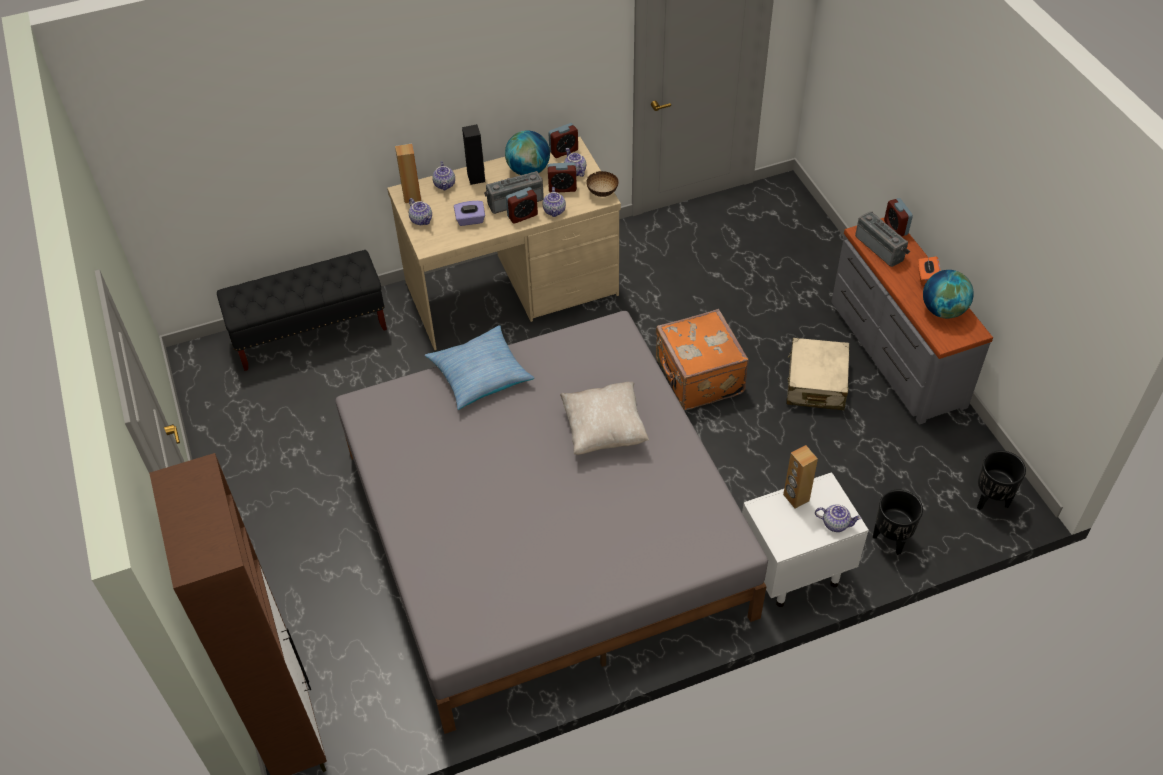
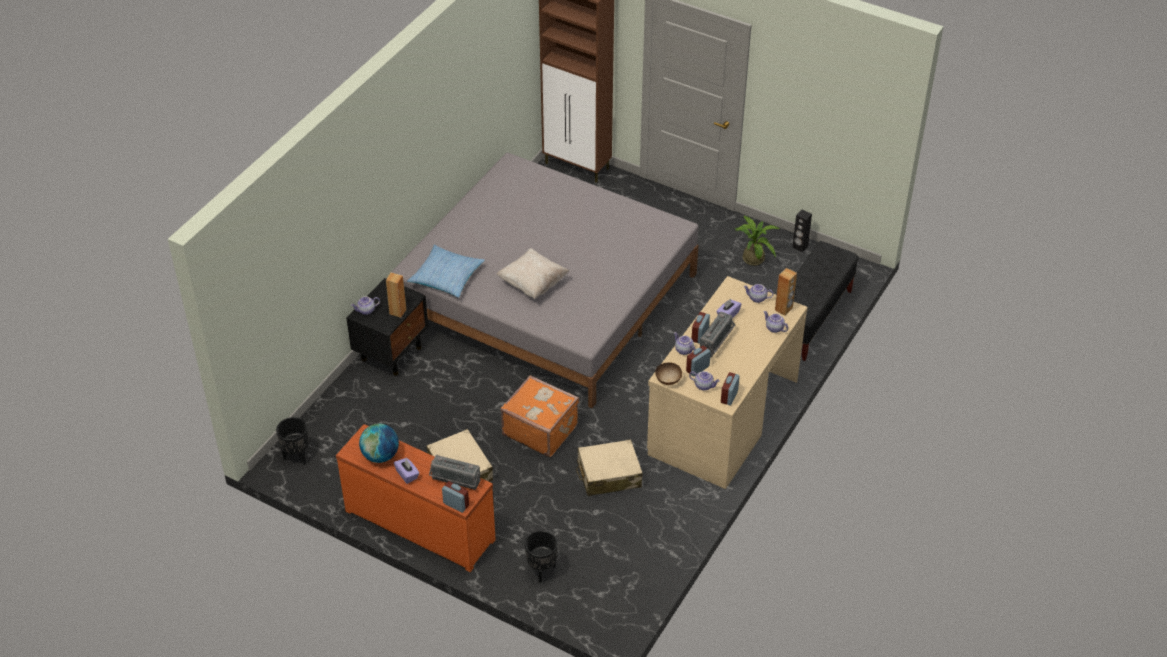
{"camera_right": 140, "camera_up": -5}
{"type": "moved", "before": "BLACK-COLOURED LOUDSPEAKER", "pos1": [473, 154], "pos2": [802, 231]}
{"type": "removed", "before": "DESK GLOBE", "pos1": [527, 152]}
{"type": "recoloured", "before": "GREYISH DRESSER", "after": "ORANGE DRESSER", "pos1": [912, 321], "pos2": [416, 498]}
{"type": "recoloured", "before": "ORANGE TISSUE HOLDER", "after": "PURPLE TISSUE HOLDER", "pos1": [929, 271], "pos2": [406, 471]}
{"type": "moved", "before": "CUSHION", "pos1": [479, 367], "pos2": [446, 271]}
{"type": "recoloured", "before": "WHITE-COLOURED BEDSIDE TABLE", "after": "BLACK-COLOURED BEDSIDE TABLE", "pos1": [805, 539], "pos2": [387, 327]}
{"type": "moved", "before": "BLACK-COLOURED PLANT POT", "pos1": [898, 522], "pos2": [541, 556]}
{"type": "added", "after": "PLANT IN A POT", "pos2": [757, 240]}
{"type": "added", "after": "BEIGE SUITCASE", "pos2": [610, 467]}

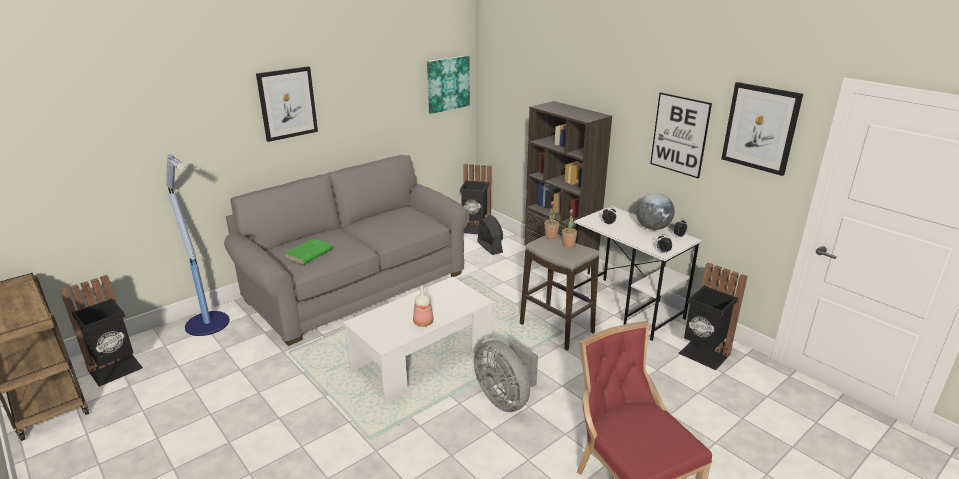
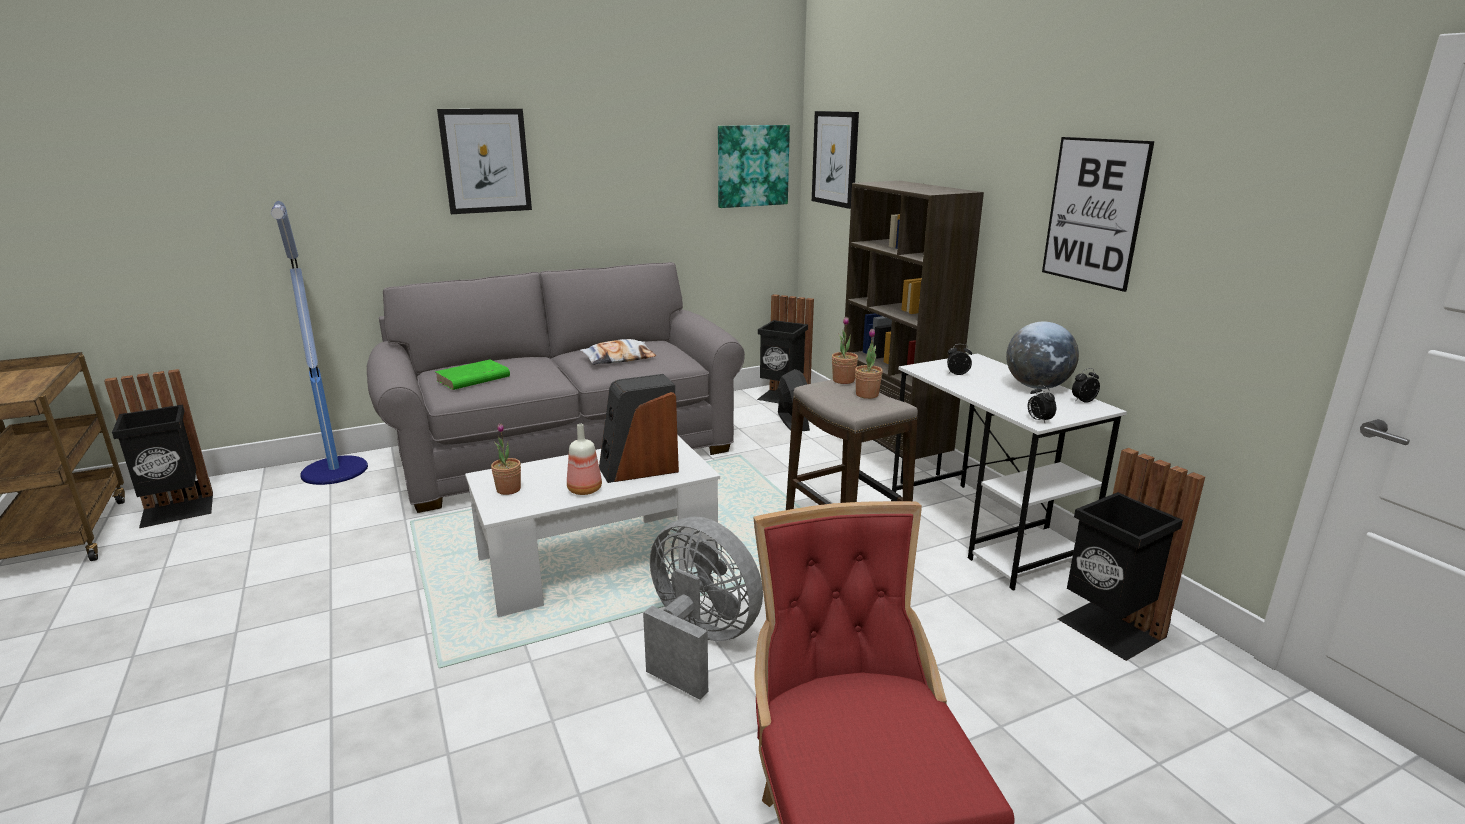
{"camera_right": 15, "camera_up": -5}
{"type": "moved", "before": "WALL PICTURE", "pos1": [762, 129], "pos2": [835, 160]}
{"type": "turned", "before": "GREYISH ELECTRIC FAN", "pos1": [505, 376], "pos2": [703, 607], "turn": 150}
{"type": "added", "after": "CUSHION", "pos2": [618, 352]}
{"type": "added", "after": "LOUDSPEAKER", "pos2": [639, 428]}
{"type": "added", "after": "PLANT IN A POT", "pos2": [506, 459]}

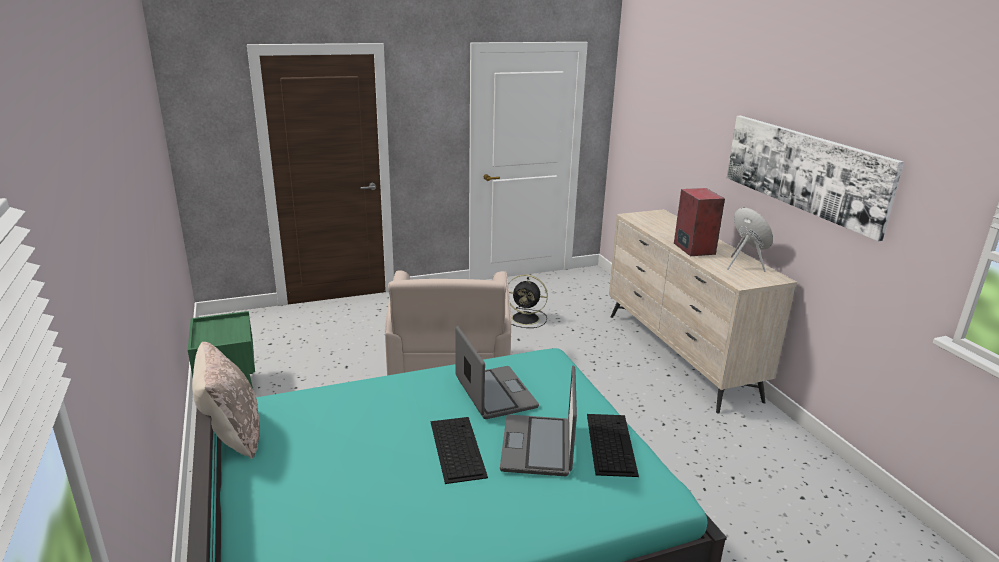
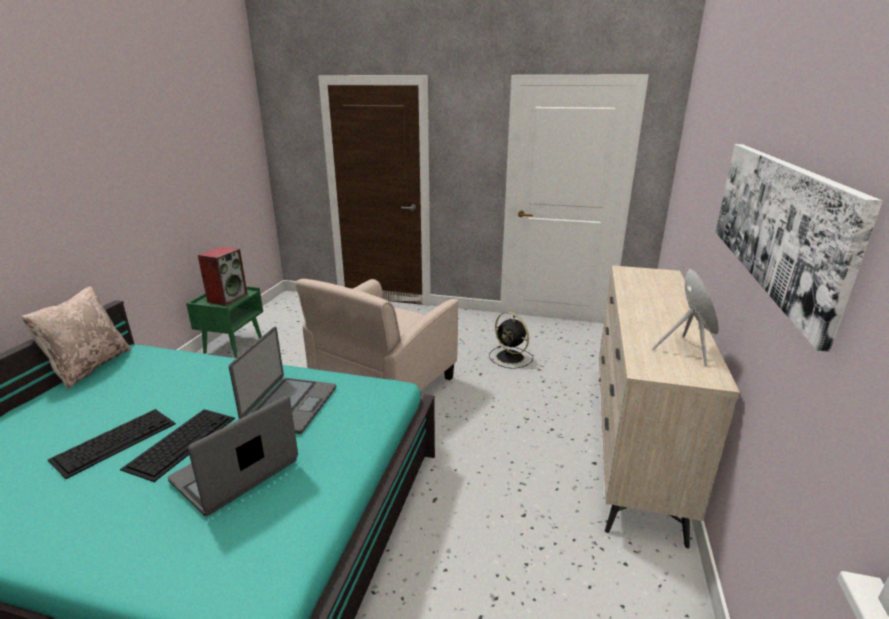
{"camera_right": 35, "camera_up": 0}
{"type": "moved", "before": "LOUDSPEAKER", "pos1": [699, 222], "pos2": [223, 276]}
{"type": "moved", "before": "COMPUTER KEYBOARD", "pos1": [613, 445], "pos2": [112, 444]}

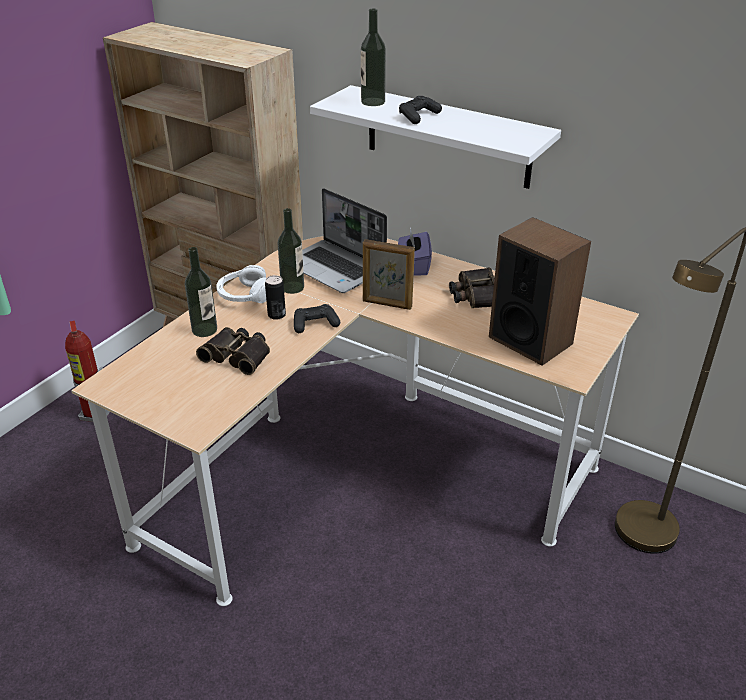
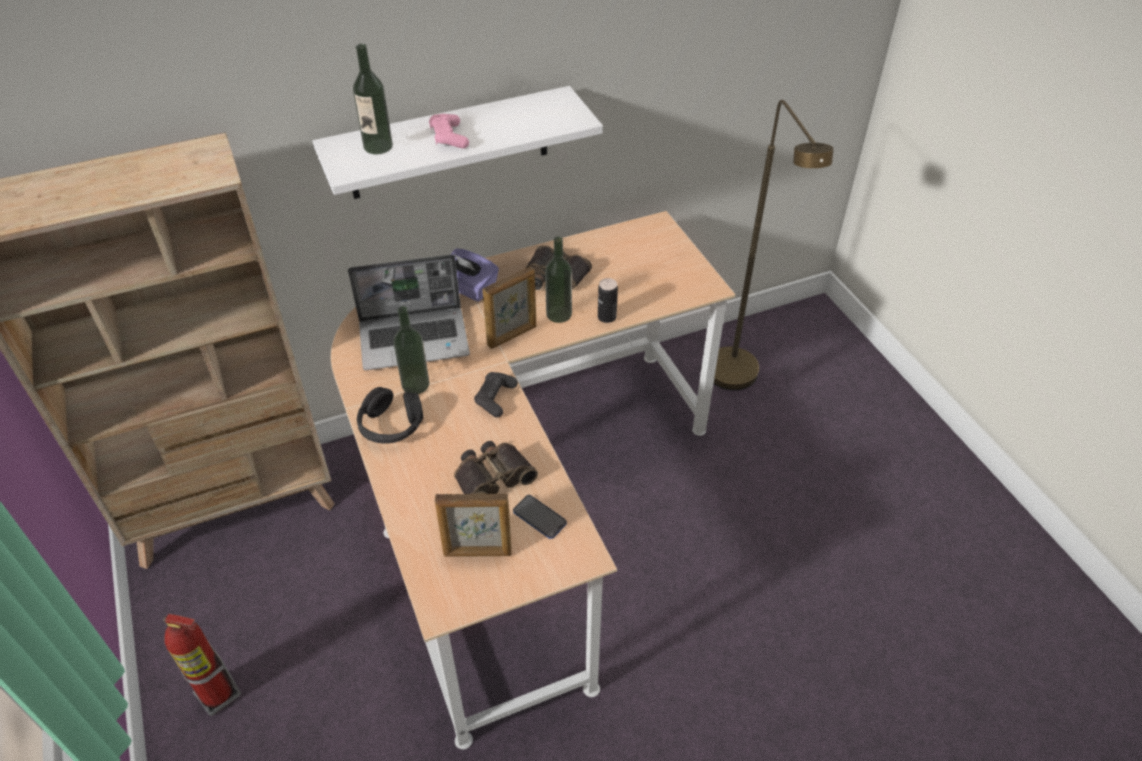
{"camera_right": -55, "camera_up": 10}
{"type": "recoloured", "before": "BLACK-COLOURED JOYPAD", "after": "PINK JOYPAD", "pos1": [420, 110], "pos2": [449, 131]}
{"type": "removed", "before": "LOUDSPEAKER", "pos1": [540, 291]}
{"type": "moved", "before": "BEVERAGE BOTTLE", "pos1": [201, 292], "pos2": [558, 280]}
{"type": "recoloured", "before": "WHITE-COLOURED HEADSET", "after": "BLACK-COLOURED HEADSET", "pos1": [241, 284], "pos2": [390, 415]}
{"type": "moved", "before": "CAN", "pos1": [275, 297], "pos2": [608, 300]}
{"type": "added", "after": "STANDING FRAME", "pos2": [473, 525]}
{"type": "added", "after": "TELEPHONE", "pos2": [540, 517]}

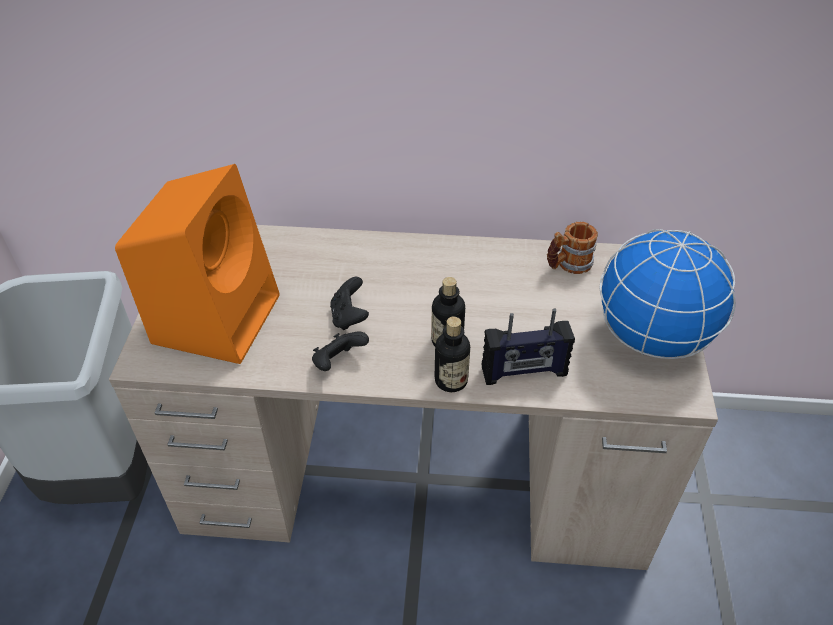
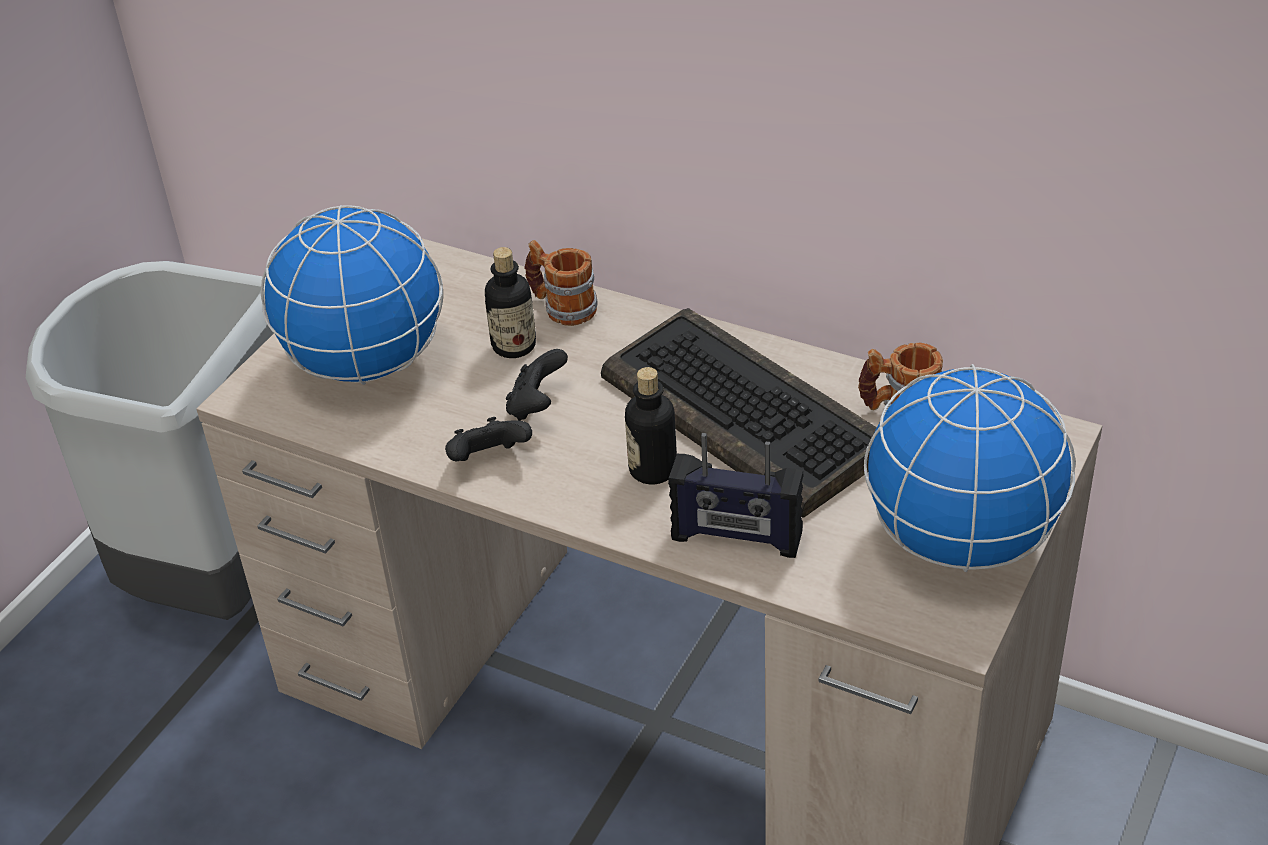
{"camera_right": 25, "camera_up": -5}
{"type": "replaced", "before": "ORANGE LOUDSPEAKER", "after": "DESK GLOBE", "pos1": [197, 264], "pos2": [352, 295]}
{"type": "moved", "before": "BEVERAGE BOTTLE", "pos1": [452, 354], "pos2": [510, 302]}
{"type": "added", "after": "TEA MUG", "pos2": [560, 283]}
{"type": "added", "after": "COMPUTER KEYBOARD", "pos2": [739, 413]}

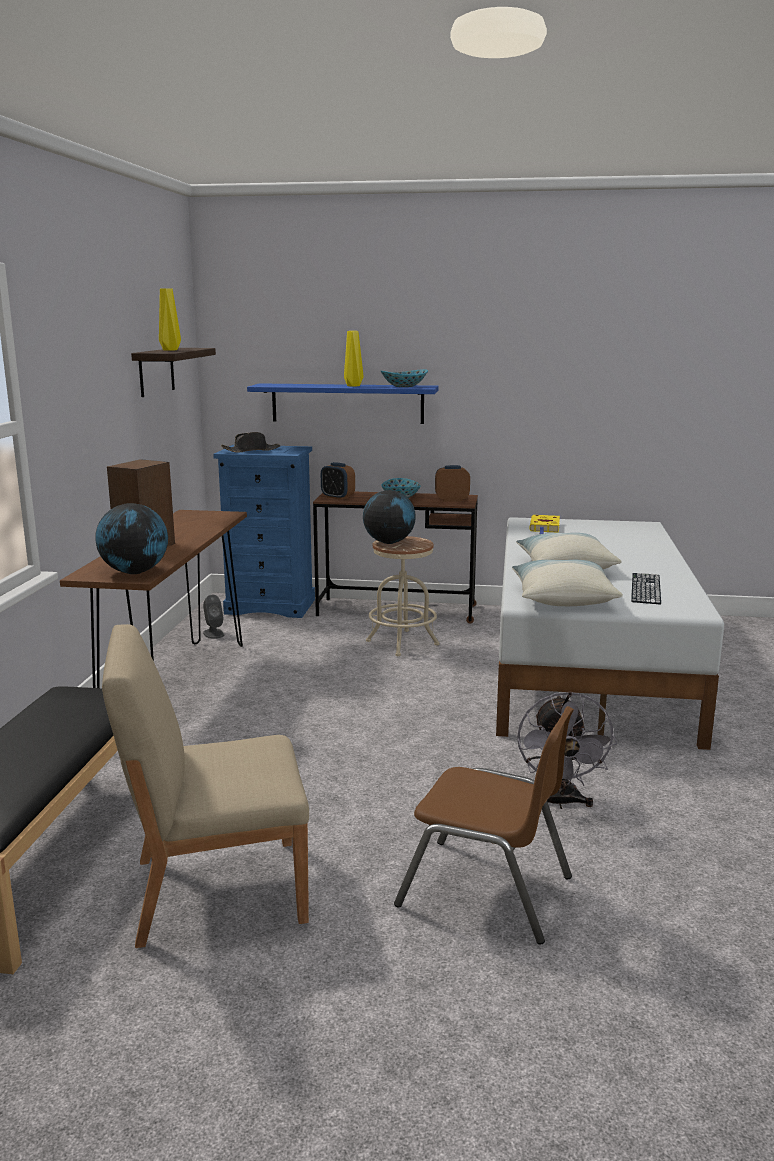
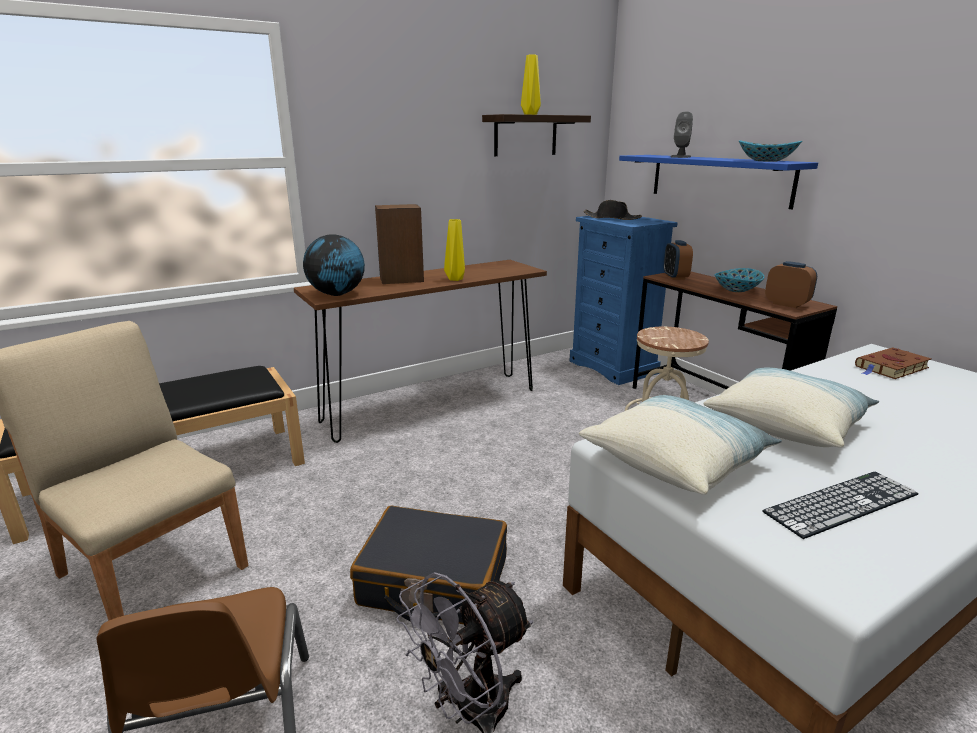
{"camera_right": 50, "camera_up": 5}
{"type": "moved", "before": "YELLOW FLOWER VASE", "pos1": [353, 359], "pos2": [454, 250]}
{"type": "removed", "before": "DESK GLOBE", "pos1": [389, 517]}
{"type": "recoloured", "before": "YELLOW VOLUME", "after": "BROWNISH VOLUME", "pos1": [544, 524], "pos2": [893, 363]}
{"type": "moved", "before": "GREYISH LOUDSPEAKER", "pos1": [213, 617], "pos2": [682, 134]}
{"type": "added", "after": "BLACK-COLOURED SUITCASE", "pos2": [428, 564]}

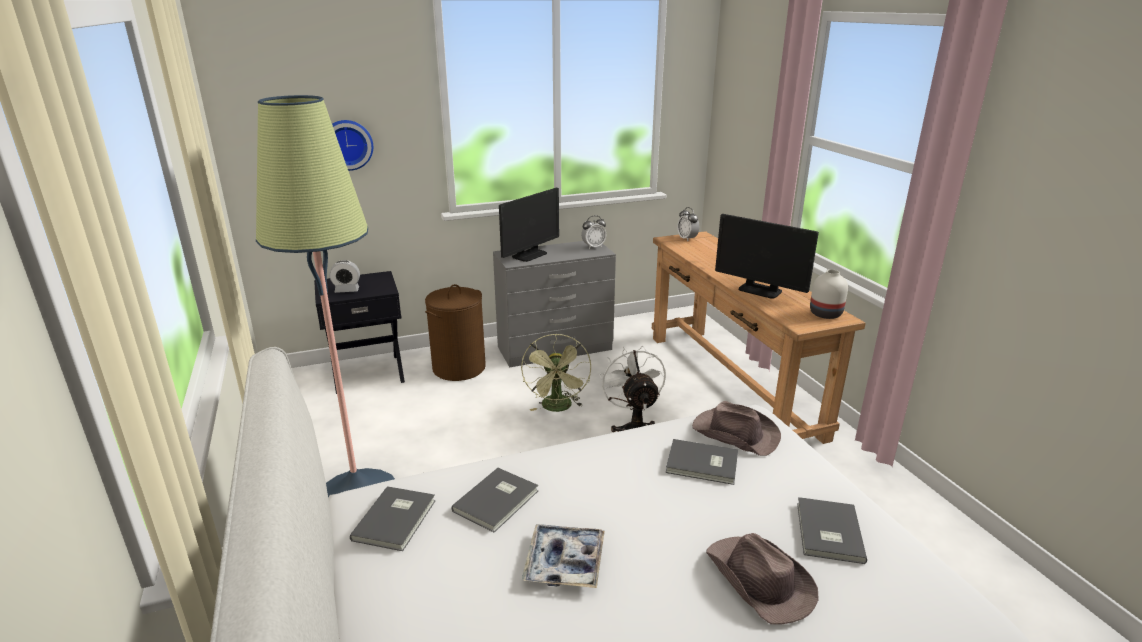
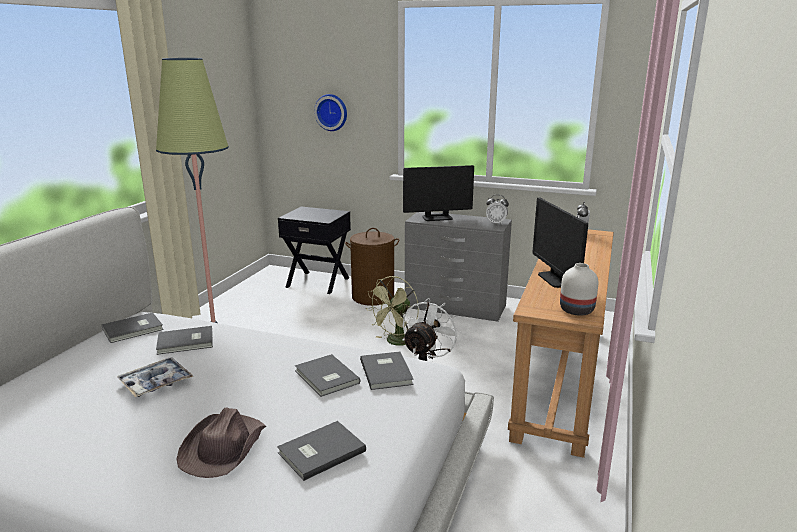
{"camera_right": 40, "camera_up": -5}
{"type": "removed", "before": "ALARM CLOCK", "pos1": [345, 276]}
{"type": "replaced", "before": "BROWNISH HAT", "after": "GREYISH VOLUME", "pos1": [736, 428], "pos2": [387, 370]}

